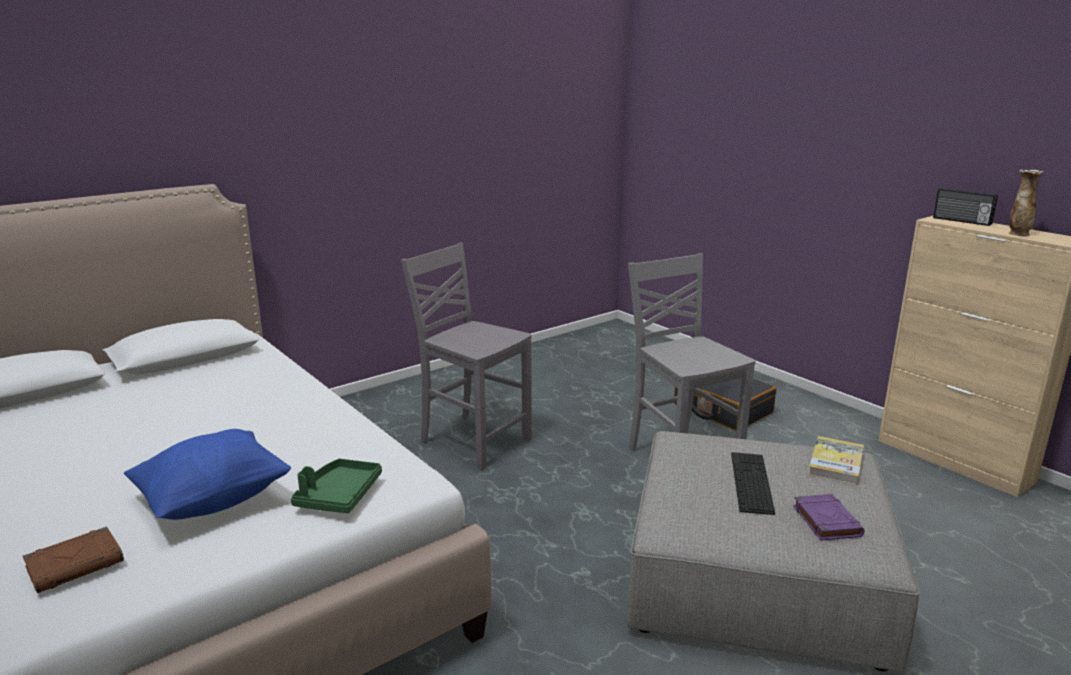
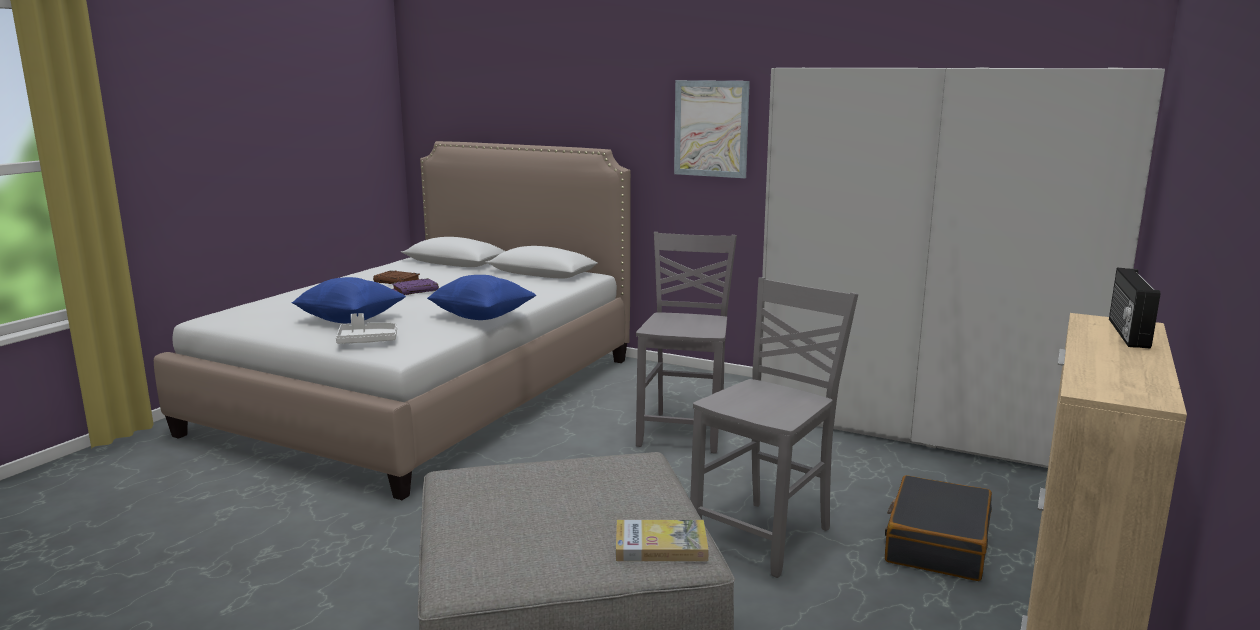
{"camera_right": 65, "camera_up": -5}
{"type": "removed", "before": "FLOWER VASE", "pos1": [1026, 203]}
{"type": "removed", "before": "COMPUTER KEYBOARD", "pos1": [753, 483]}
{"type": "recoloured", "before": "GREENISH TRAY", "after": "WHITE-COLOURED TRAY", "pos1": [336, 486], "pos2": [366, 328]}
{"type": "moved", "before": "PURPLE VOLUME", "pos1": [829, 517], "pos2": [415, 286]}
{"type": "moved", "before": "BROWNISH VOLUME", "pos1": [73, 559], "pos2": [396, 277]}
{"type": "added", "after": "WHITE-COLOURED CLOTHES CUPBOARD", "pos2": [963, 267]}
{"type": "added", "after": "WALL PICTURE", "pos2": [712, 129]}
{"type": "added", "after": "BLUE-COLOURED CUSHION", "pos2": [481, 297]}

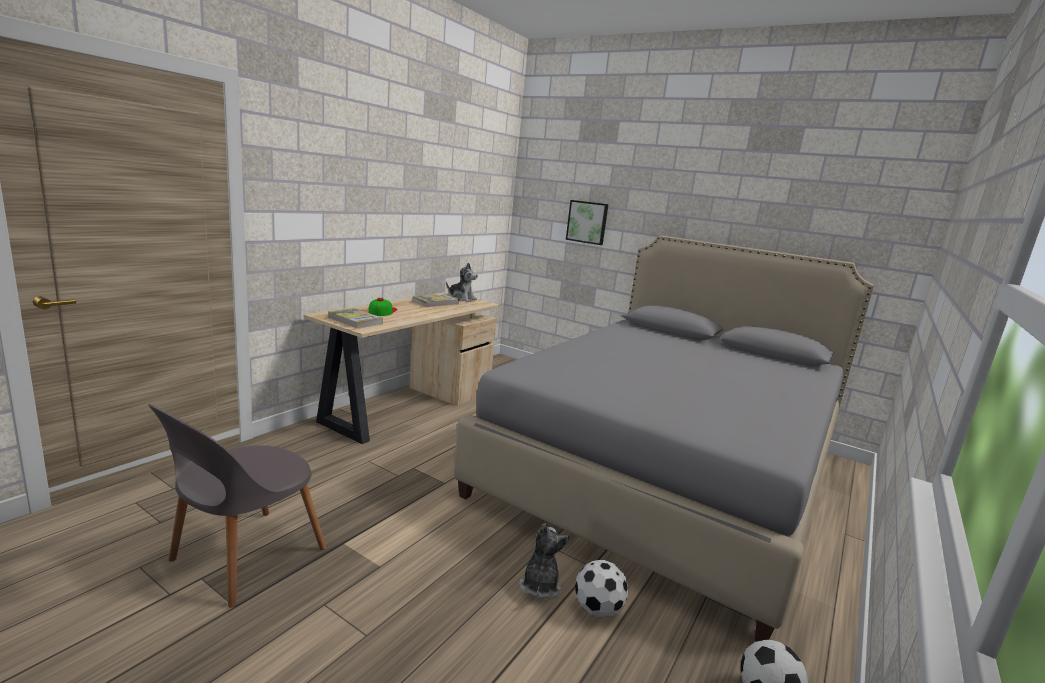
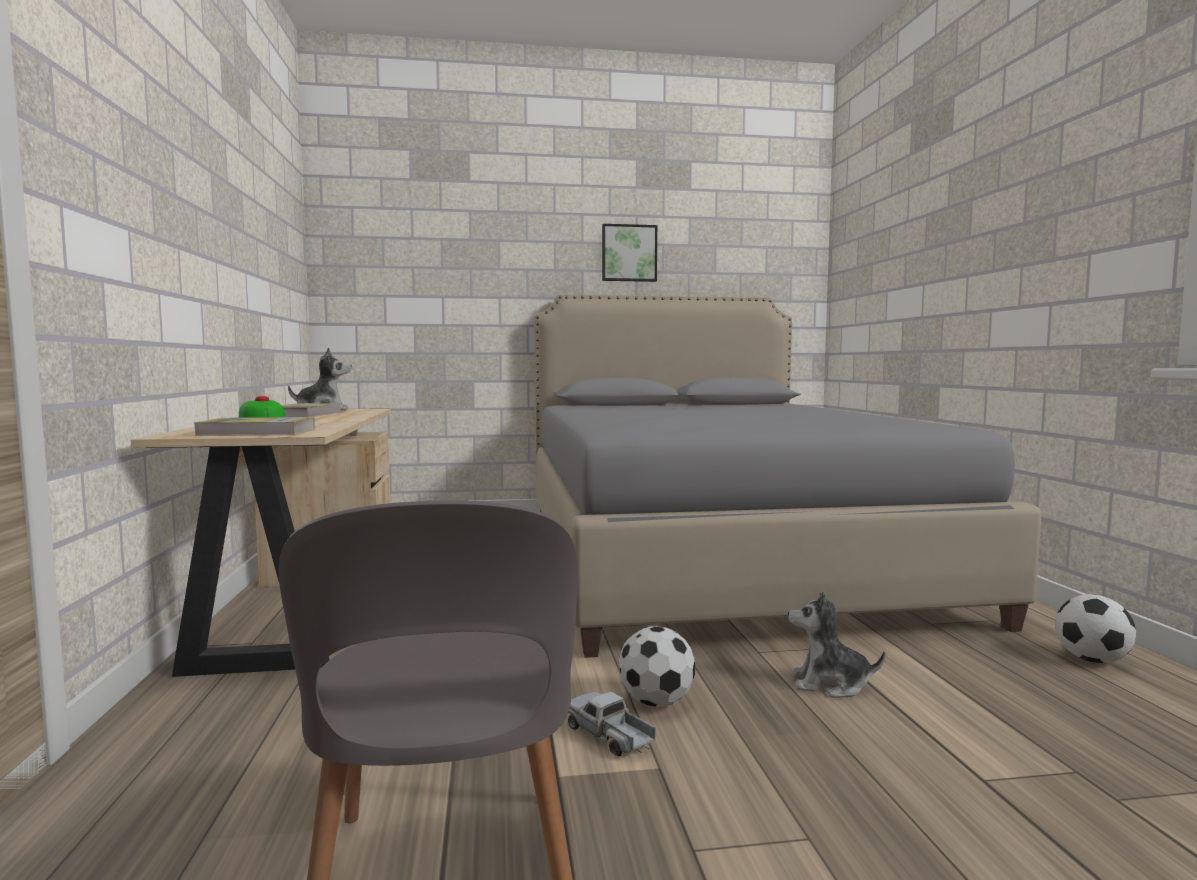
{"camera_right": -40, "camera_up": -10}
{"type": "moved", "before": "WALL PICTURE", "pos1": [587, 222], "pos2": [629, 253]}
{"type": "turned", "before": "PLUSH TOY", "pos1": [544, 562], "pos2": [836, 644], "turn": -45}
{"type": "moved", "before": "BALL FOR FOOTBALL", "pos1": [602, 588], "pos2": [657, 666]}
{"type": "added", "after": "TOY LORRY", "pos2": [612, 724]}

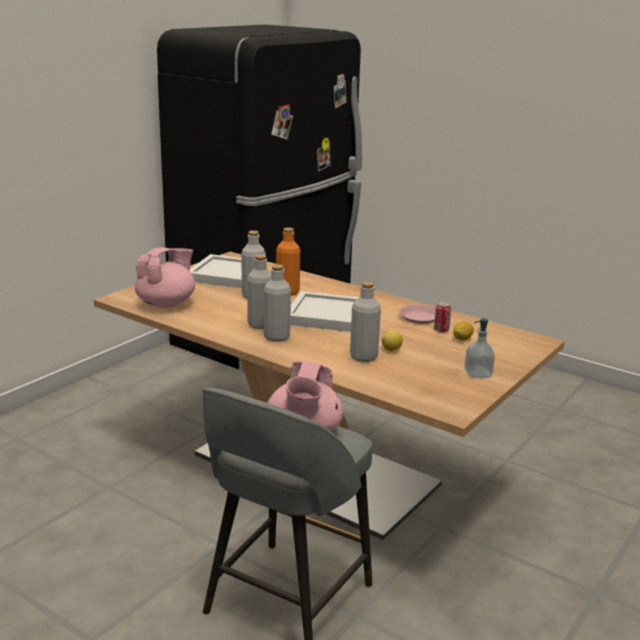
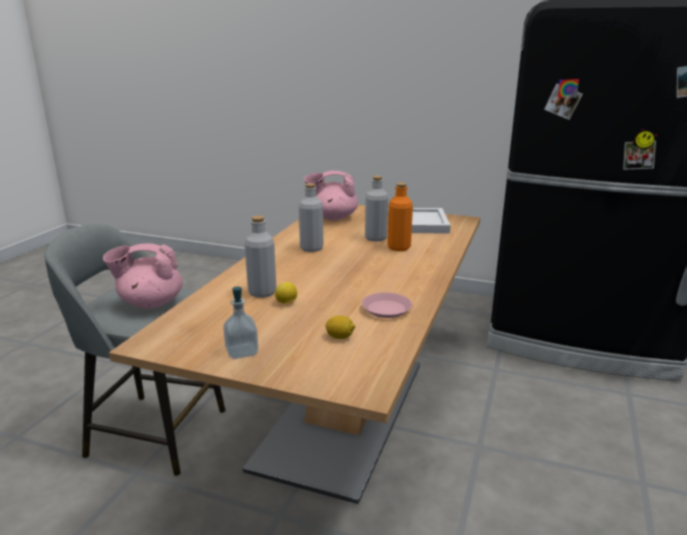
{"camera_right": 75, "camera_up": 0}
{"type": "turned", "before": "PINK TEAPOT", "pos1": [165, 277], "pos2": [331, 196], "turn": 150}
{"type": "removed", "before": "GREYISH BEVERAGE BOTTLE", "pos1": [277, 303]}
{"type": "removed", "before": "WHITE-COLOURED TRAY", "pos1": [324, 311]}
{"type": "removed", "before": "CAN", "pos1": [442, 317]}

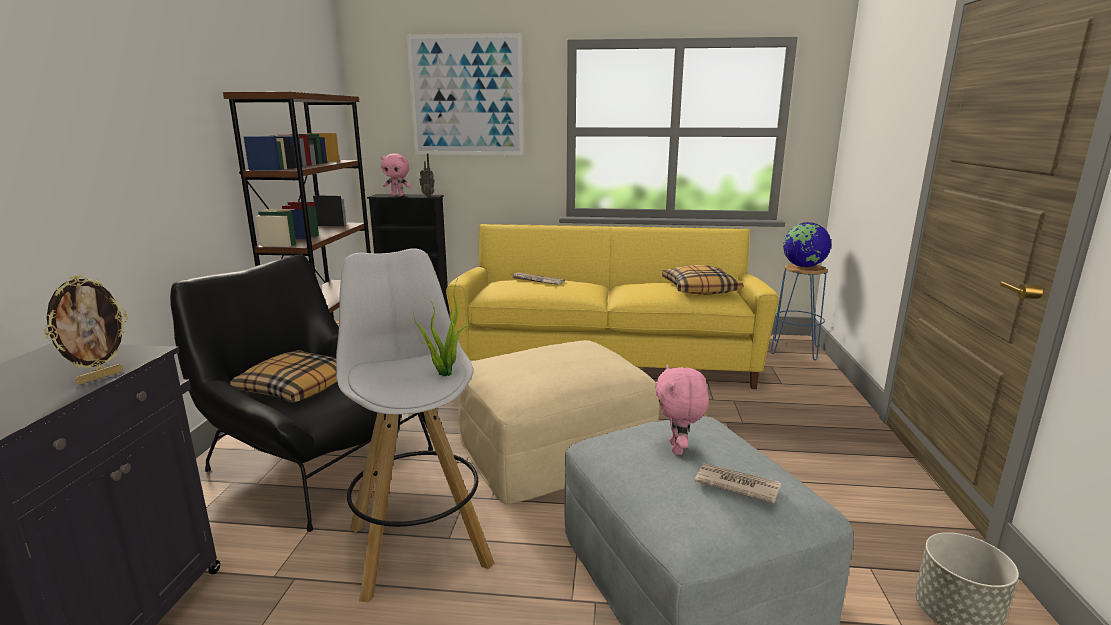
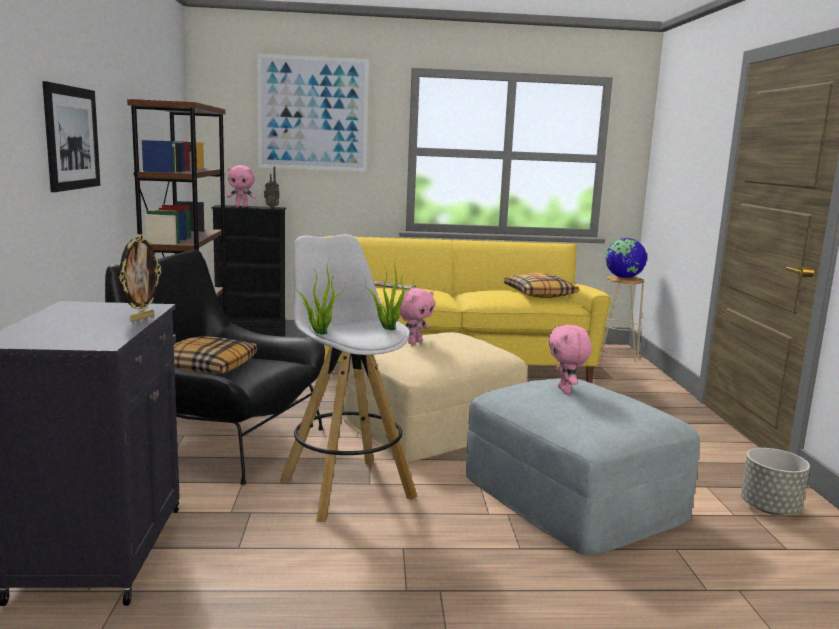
{"camera_right": -10, "camera_up": -5}
{"type": "recoloured", "before": "BLUE-COLOURED STOOL SEAT", "after": "BEIGE STOOL SEAT", "pos1": [799, 311], "pos2": [622, 318]}
{"type": "removed", "before": "PRINTED PAPER", "pos1": [738, 483]}
{"type": "added", "after": "WALL PICTURE", "pos2": [71, 136]}
{"type": "added", "after": "PLANT IN A POT", "pos2": [320, 295]}
{"type": "added", "after": "PINK PLUSH TOY", "pos2": [417, 316]}

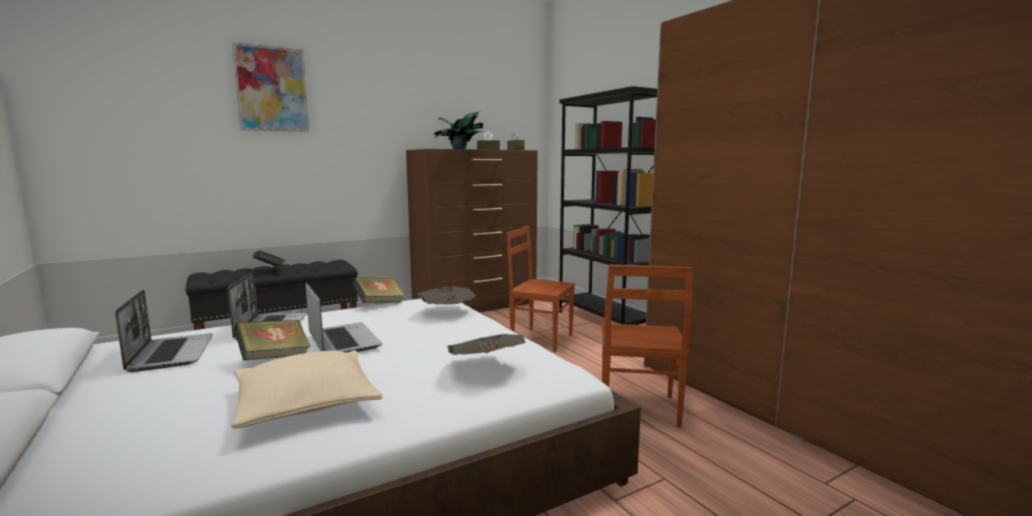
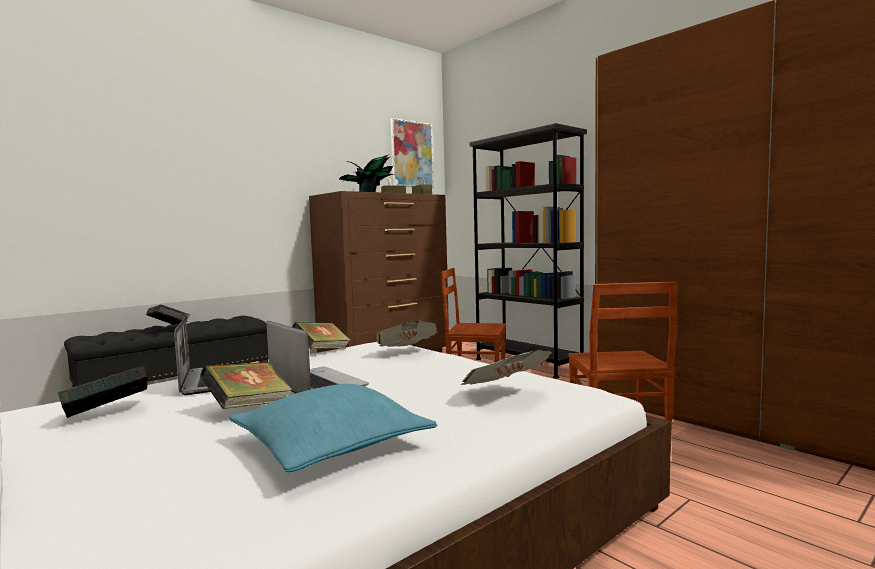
{"camera_right": -10, "camera_up": -5}
{"type": "moved", "before": "WALL PICTURE", "pos1": [270, 87], "pos2": [412, 153]}
{"type": "replaced", "before": "NOTEBOOK COMPUTER", "after": "VOLUME", "pos1": [164, 331], "pos2": [102, 392]}
{"type": "recoloured", "before": "BEIGE CUSHION", "after": "TURQUOISE-COLOURED CUSHION", "pos1": [307, 389], "pos2": [333, 428]}

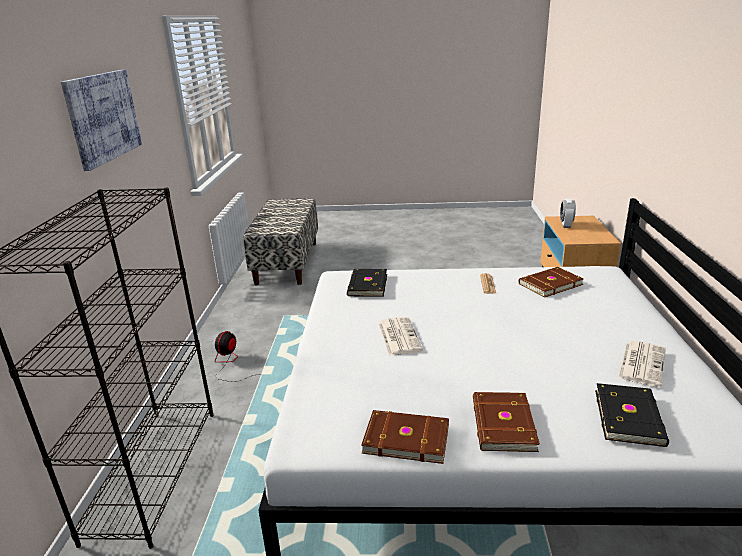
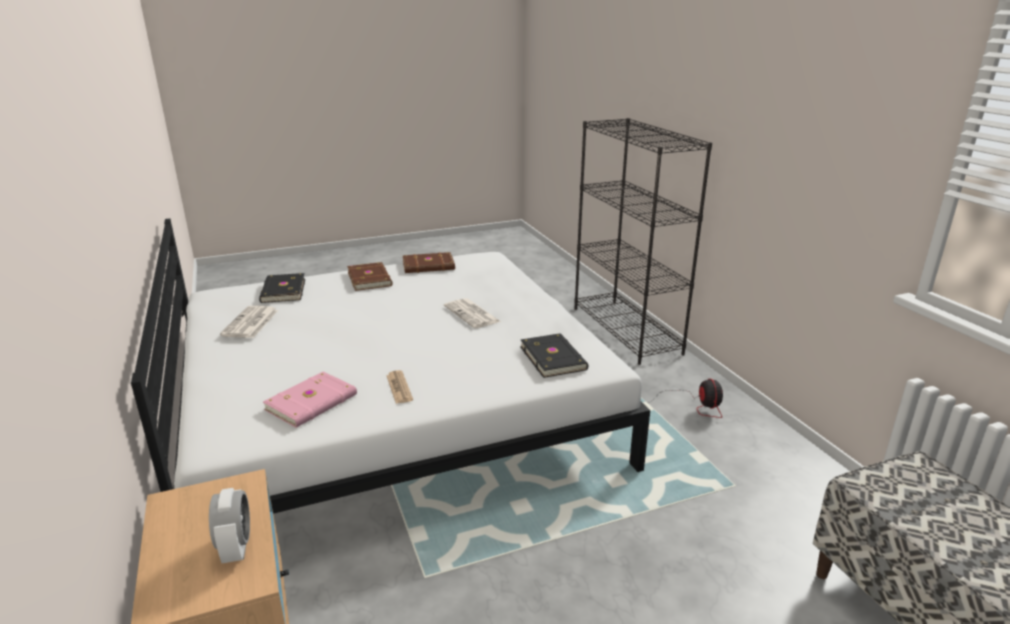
{"camera_right": 155, "camera_up": 0}
{"type": "removed", "before": "WALL PICTURE", "pos1": [101, 120]}
{"type": "recoloured", "before": "BROWNISH VOLUME", "after": "PINK VOLUME", "pos1": [551, 282], "pos2": [310, 399]}

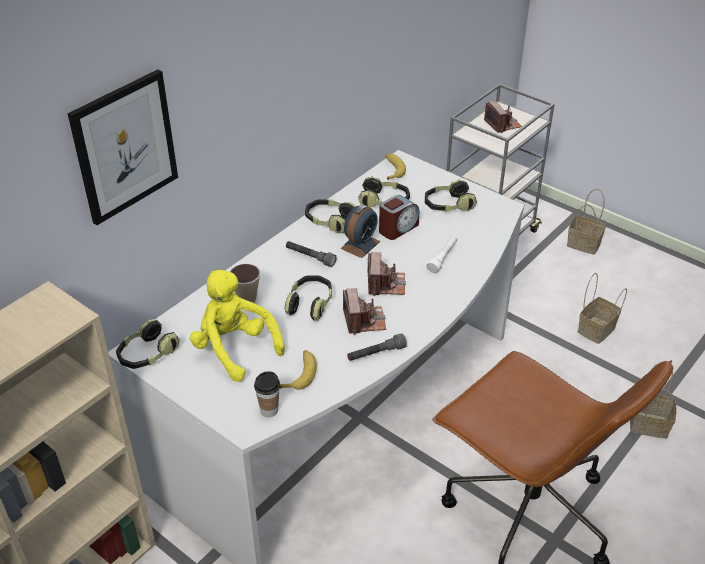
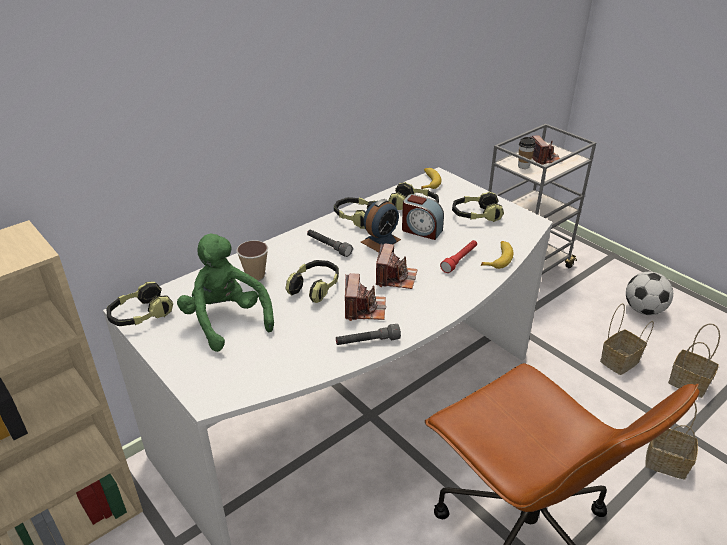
{"camera_right": 10, "camera_up": -5}
{"type": "removed", "before": "WALL PICTURE", "pos1": [123, 147]}
{"type": "moved", "before": "STORAGE BASKET", "pos1": [586, 222], "pos2": [694, 361]}
{"type": "turned", "before": "ALARM CLOCK", "pos1": [399, 217], "pos2": [423, 217], "turn": 60}
{"type": "recoloured", "before": "WHITE-COLOURED TORCH", "after": "RED TORCH", "pos1": [441, 255], "pos2": [458, 256]}
{"type": "recoloured", "before": "YELLOW PLUSH TOY", "after": "GREENISH PLUSH TOY", "pos1": [237, 326], "pos2": [225, 293]}
{"type": "moved", "before": "BANANA FRUIT", "pos1": [298, 370], "pos2": [497, 255]}
{"type": "moved", "before": "SMALL CUP", "pos1": [267, 394], "pos2": [527, 153]}
{"type": "added", "after": "BALL FOR FOOTBALL", "pos2": [649, 293]}

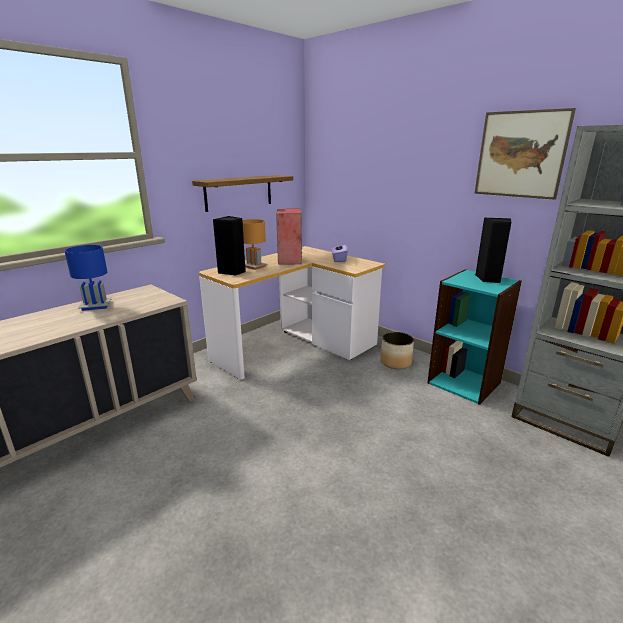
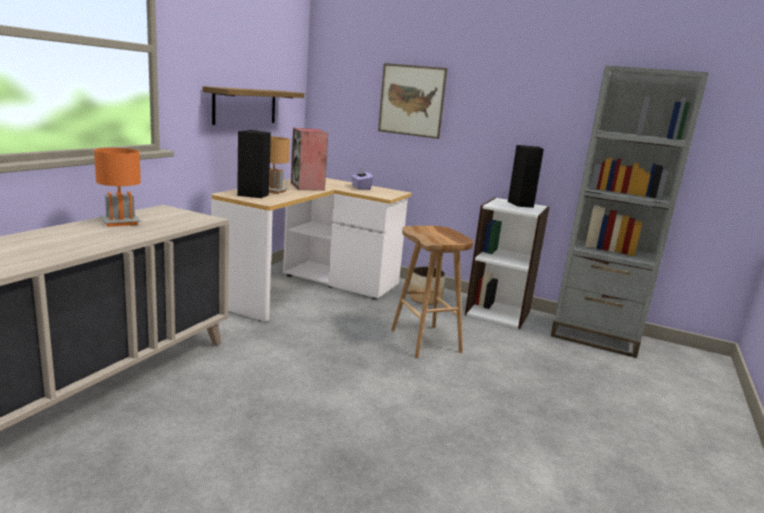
{"camera_right": -20, "camera_up": -5}
{"type": "moved", "before": "WALL PICTURE", "pos1": [525, 154], "pos2": [413, 101]}
{"type": "recoloured", "before": "BLUE-COLOURED TABLE LAMP", "after": "ORANGE TABLE LAMP", "pos1": [88, 278], "pos2": [117, 187]}
{"type": "recoloured", "before": "TURQUOISE-COLOURED BOOKSHELF", "after": "WHITE-COLOURED BOOKSHELF", "pos1": [474, 337], "pos2": [507, 263]}
{"type": "added", "after": "BROWNISH STOOL SEAT", "pos2": [432, 292]}

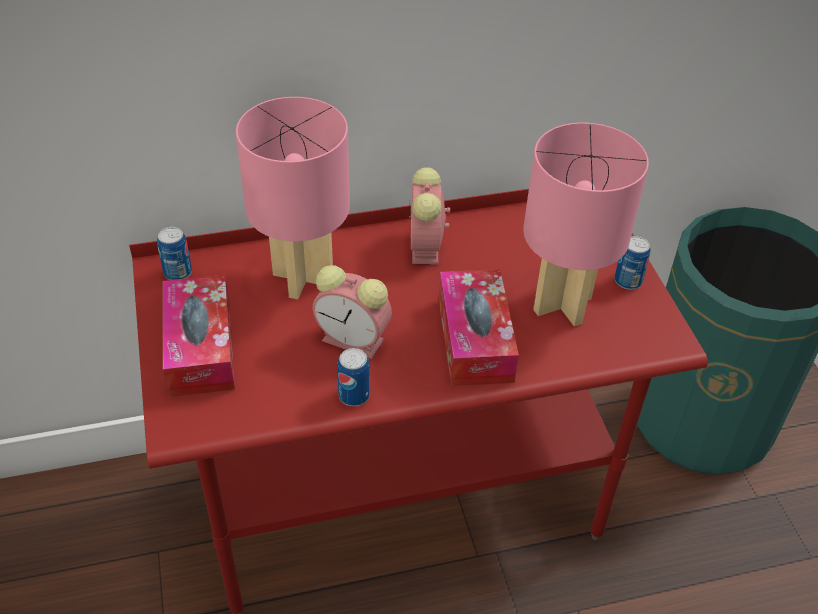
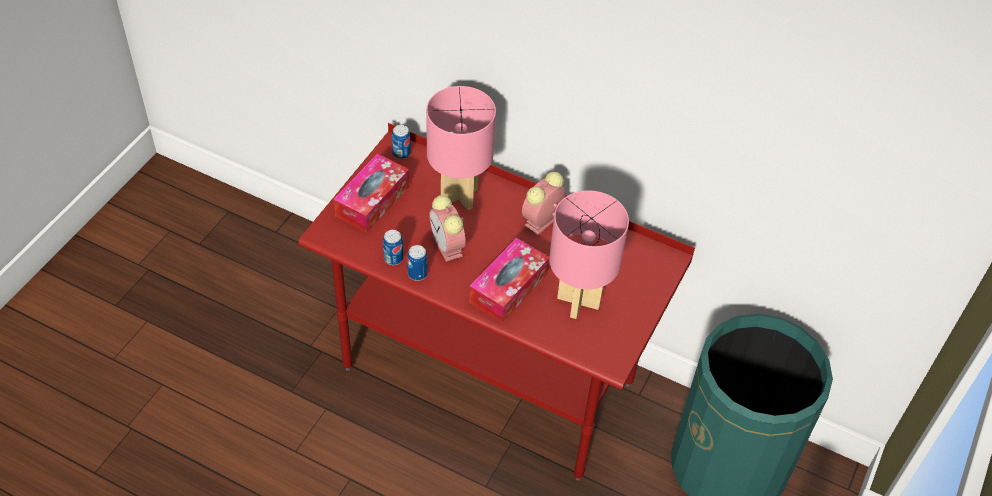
{"camera_right": 40, "camera_up": 5}
{"type": "moved", "before": "CAN", "pos1": [632, 263], "pos2": [393, 247]}

